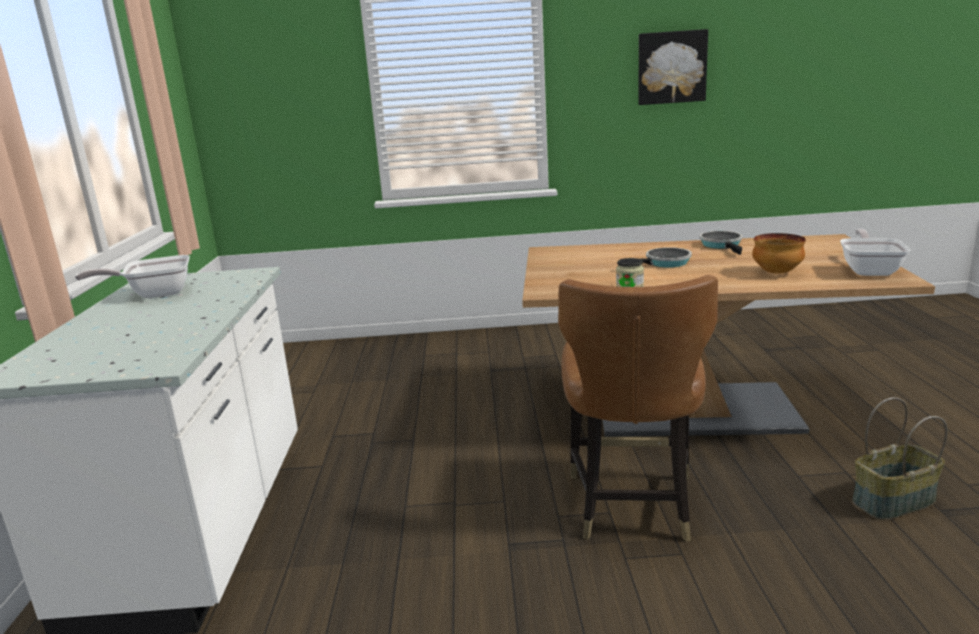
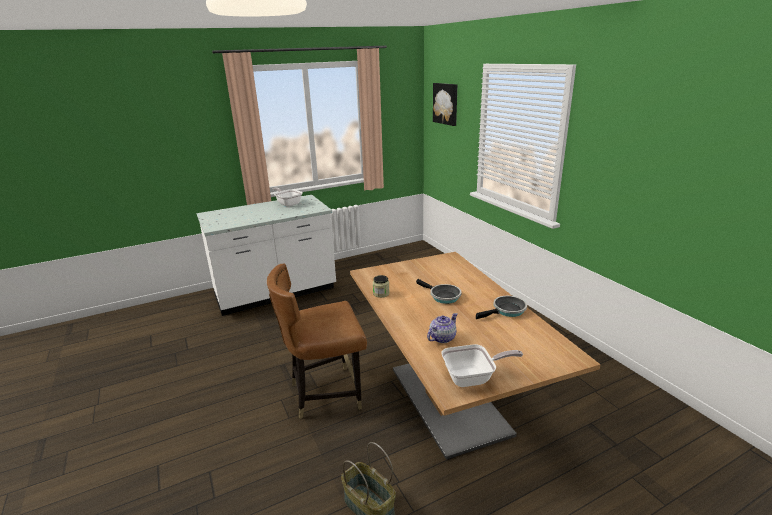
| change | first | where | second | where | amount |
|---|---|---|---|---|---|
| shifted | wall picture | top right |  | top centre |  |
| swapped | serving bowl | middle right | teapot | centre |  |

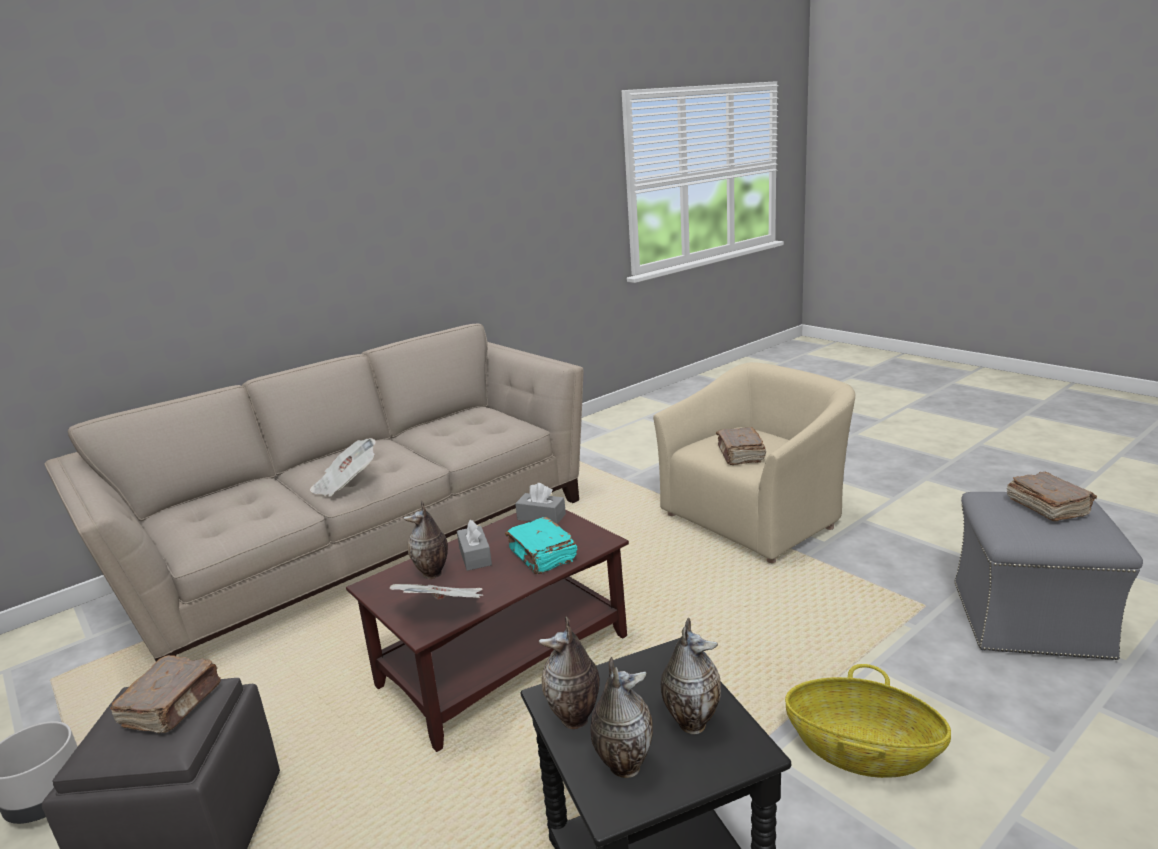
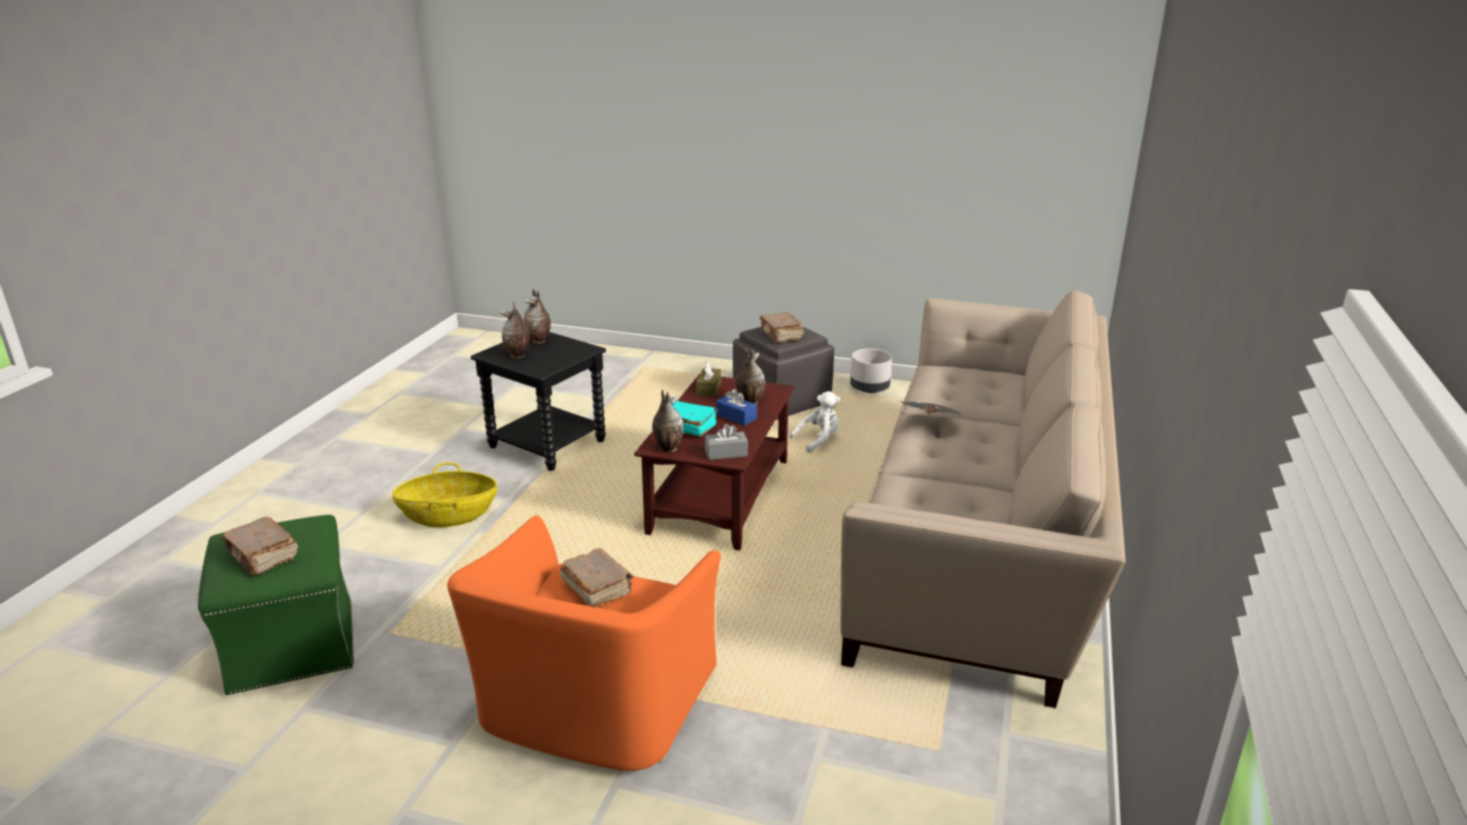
| change | first | where | second | where | amount |
|---|---|---|---|---|---|
| repainted | sand-coloured armchair | centre | orange armchair | bottom centre |  |
| repainted | greyish ottoman (no. 2 from left) | bottom right | green ottoman | bottom left |  |
| repainted | greyish tissue holder (no. 1 from left) | centre | blue-coloured tissue holder | centre |  |
| swapped | daily paper (no. 2 from left) | bottom centre | brown tissue holder | centre |  |
| shifted | flower vase (no. 2 from left in the first image) | bottom centre | flower vase (no. 3 from left) | centre |  |
| new |  |  | whitish soft toy | centre |  |

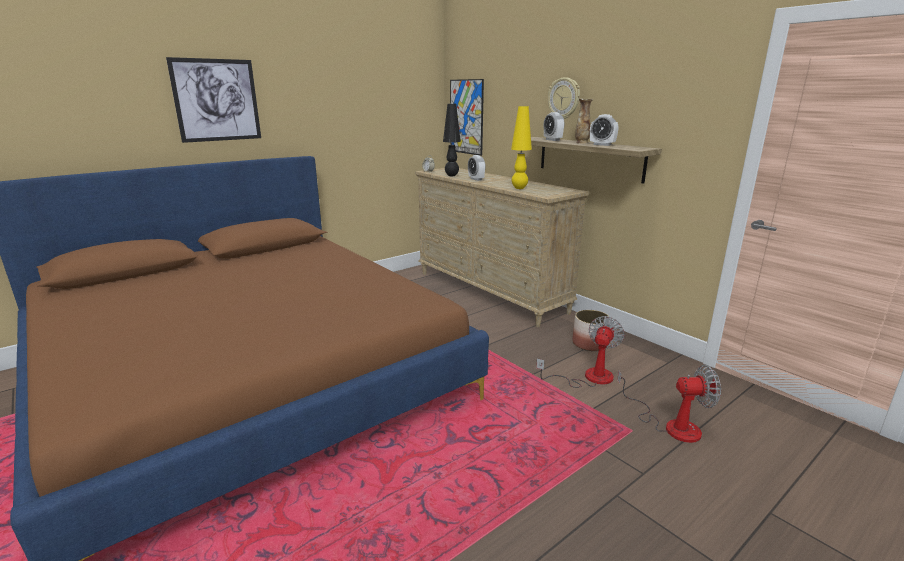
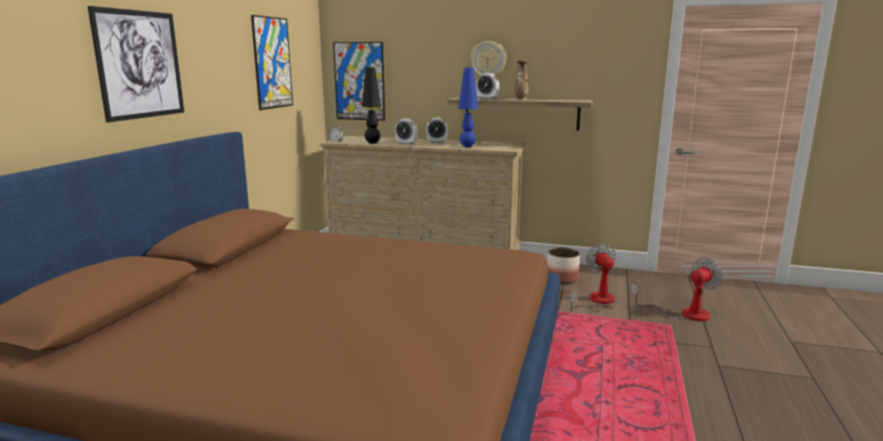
| change | first | where | second | where | amount |
|---|---|---|---|---|---|
| repainted | yellow-coloured table lamp | top centre | blue-coloured table lamp | top centre |  |
| shifted | bedside clock (no. 4 from left in the first image) | top right | bedside clock (no. 3 from left) | top centre |  |
| new |  |  | wall picture (no. 2 from left) | top left |  |

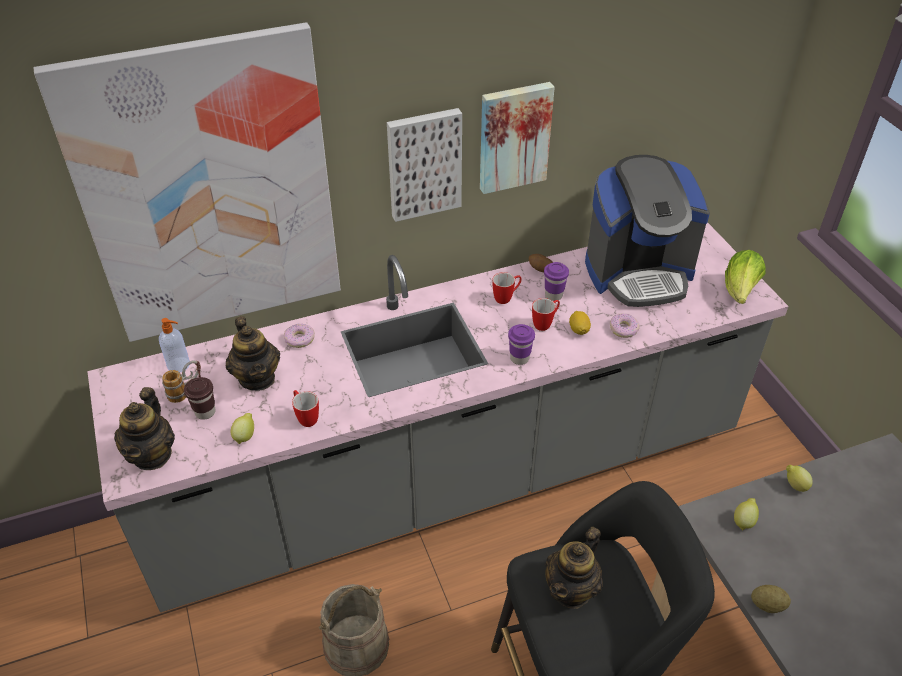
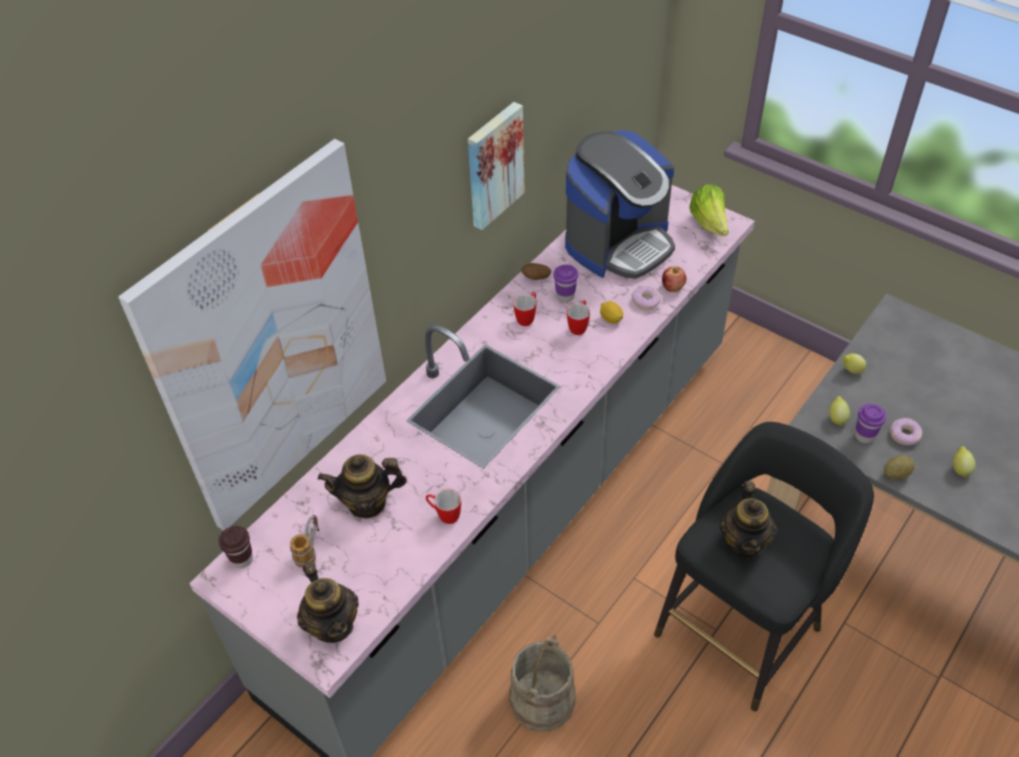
| change | first | where | second | where | amount |
|---|---|---|---|---|---|
| gone | wall picture (no. 2 from left) | top centre |  |  |  |
| rotated | teapot (no. 2 from left) | middle left |  | centre | 135 degrees clockwise |
| gone | soap dispenser | middle left |  |  |  |
| shifted | doughnut (no. 1 from left in the first image) | middle left | doughnut (no. 2 from left) | middle right |  |
| shifted | purple drinking cup (no. 1 from left in the first image) | centre | purple drinking cup (no. 2 from left) | middle right |  |
| shifted | brown drinking cup | middle left |  | bottom left |  |
| shifted | lemon (no. 1 from left in the first image) | middle left | lemon (no. 4 from left) | middle right |  |
| new |  |  | apple fruit | centre |  |

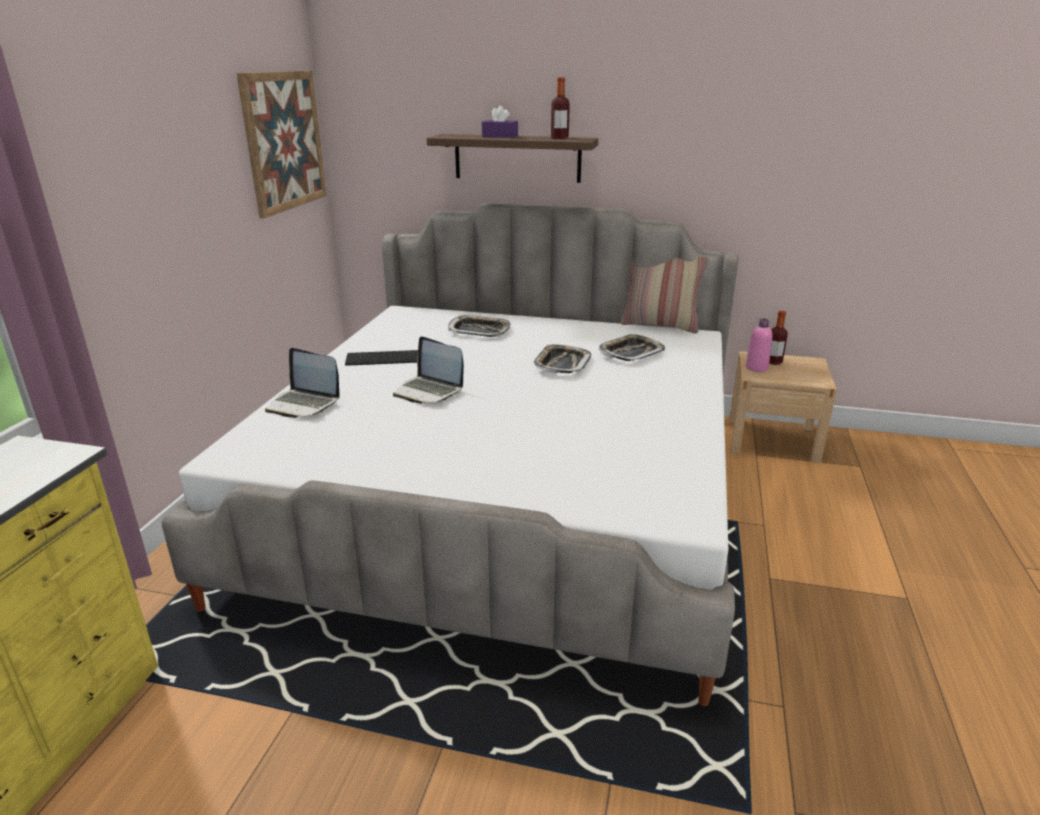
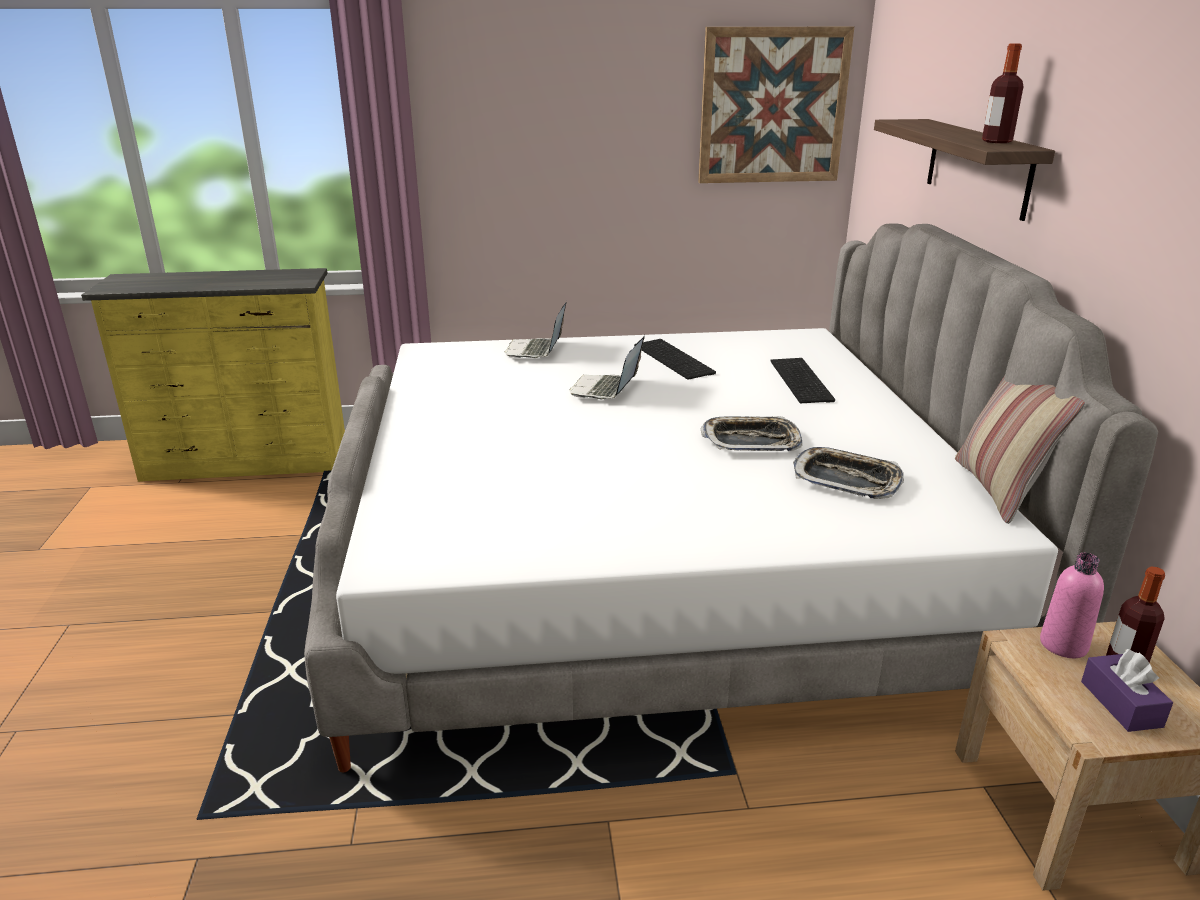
| change | first | where | second | where | amount |
|---|---|---|---|---|---|
| shifted | purple tissue holder | top centre |  | bottom right |  |
| swapped | tray (no. 1 from left) | centre | keyboard (no. 2 from left) | middle right |  |

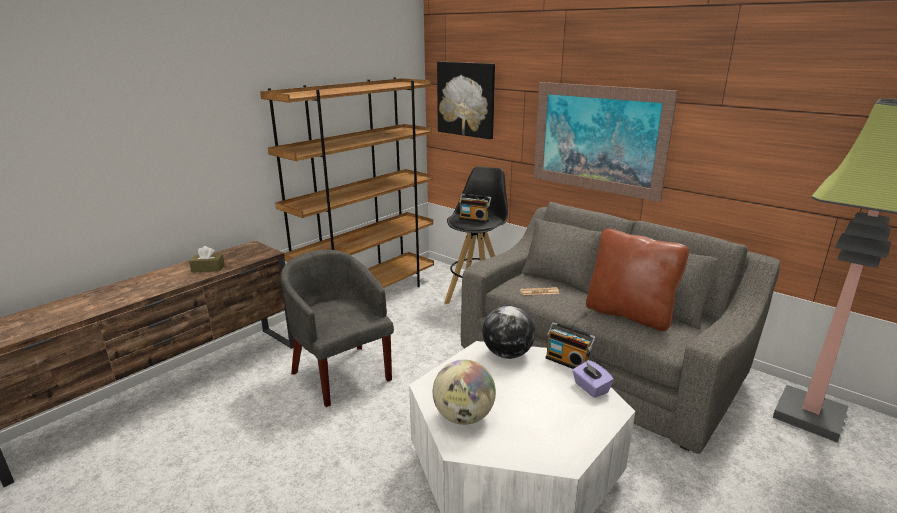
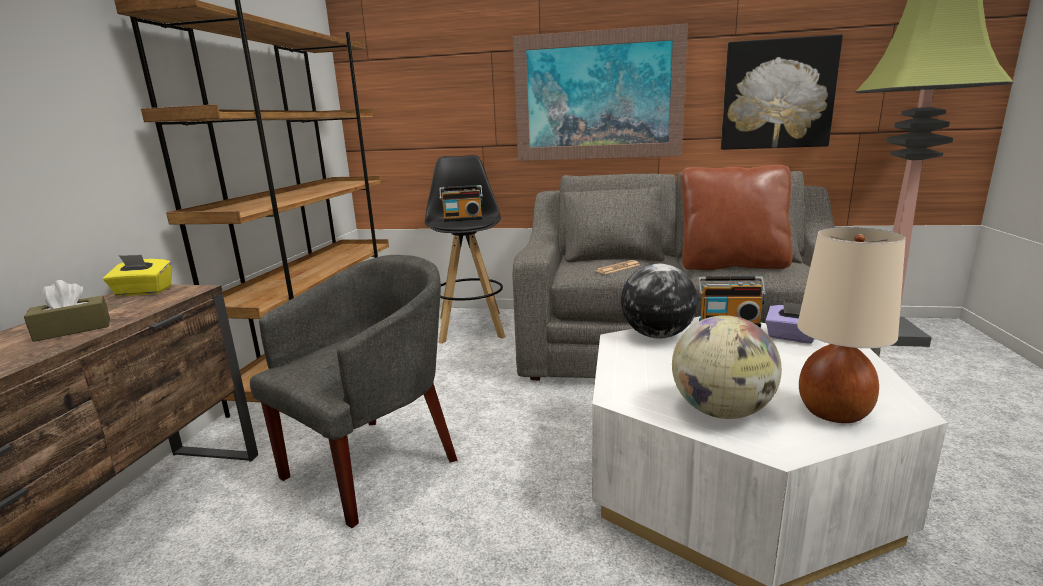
| change | first | where | second | where | amount |
|---|---|---|---|---|---|
| shifted | wall picture (no. 1 from left in the first image) | top centre | wall picture (no. 2 from left) | top right |  |
| rotated | greyish armchair | centre |  | bottom centre | 105 degrees clockwise |
| new |  |  | sand-coloured table lamp | middle right |  |
| new |  |  | yellow-coloured tissue holder | middle left |  |

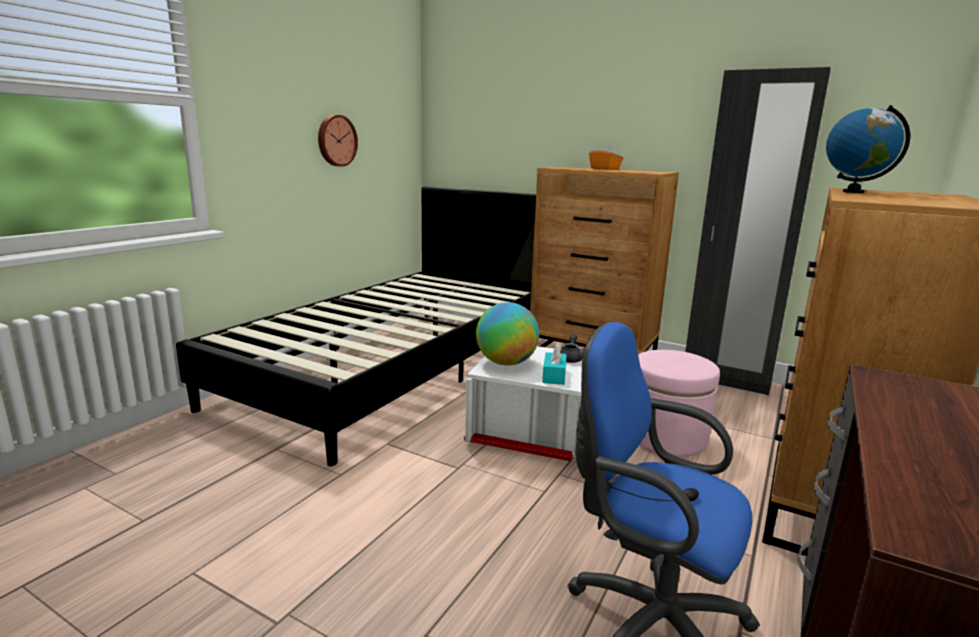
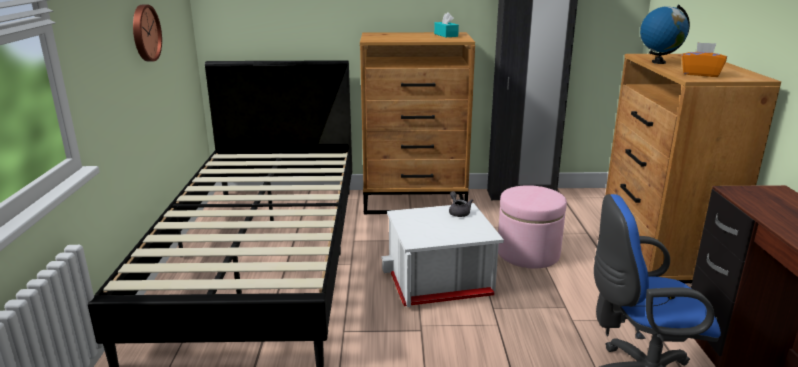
| change | first | where | second | where | amount |
|---|---|---|---|---|---|
| shifted | orange tissue holder | top centre |  | top right |  |
| gone | world globe (no. 1 from left) | centre |  |  |  |
| shifted | turquoise-coloured tissue holder | centre |  | top centre |  |

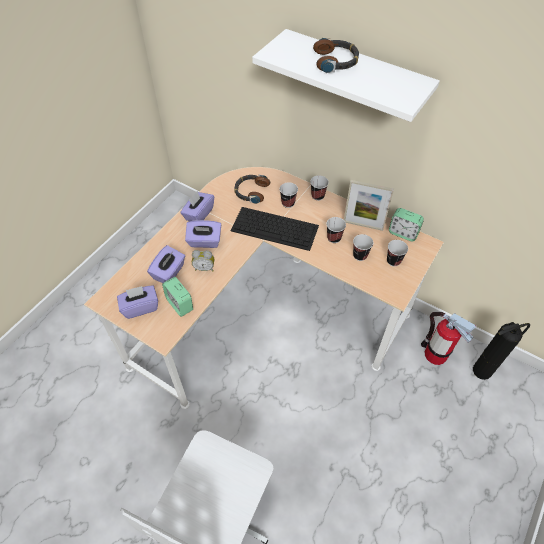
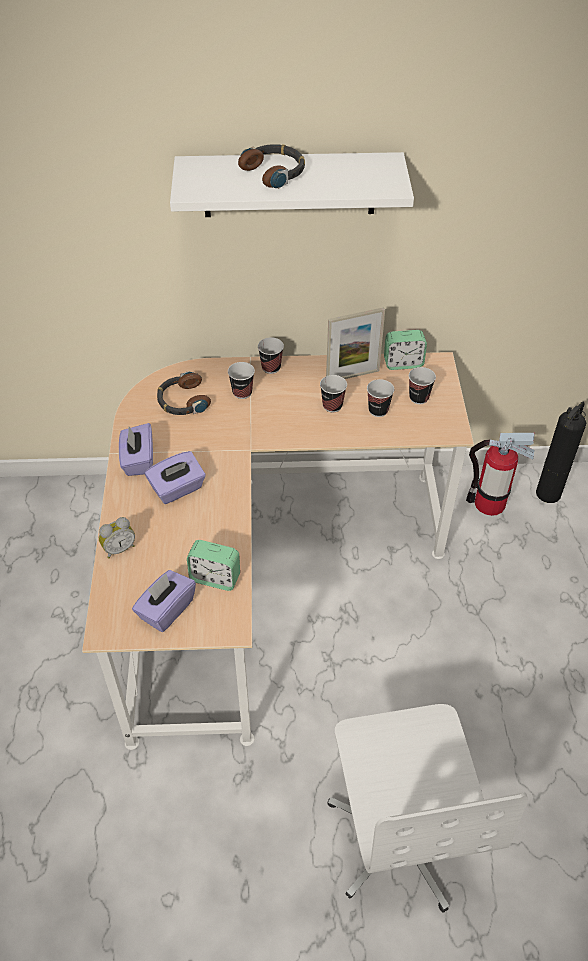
| change | first | where | second | where | amount |
|---|---|---|---|---|---|
| gone | keyboard | centre |  |  |  |
| gone | purple tissue holder (no. 2 from left) | middle left |  |  |  |
| shifted | bedside clock (no. 2 from left in the first image) | centre | bedside clock (no. 1 from left) | middle left |  |

